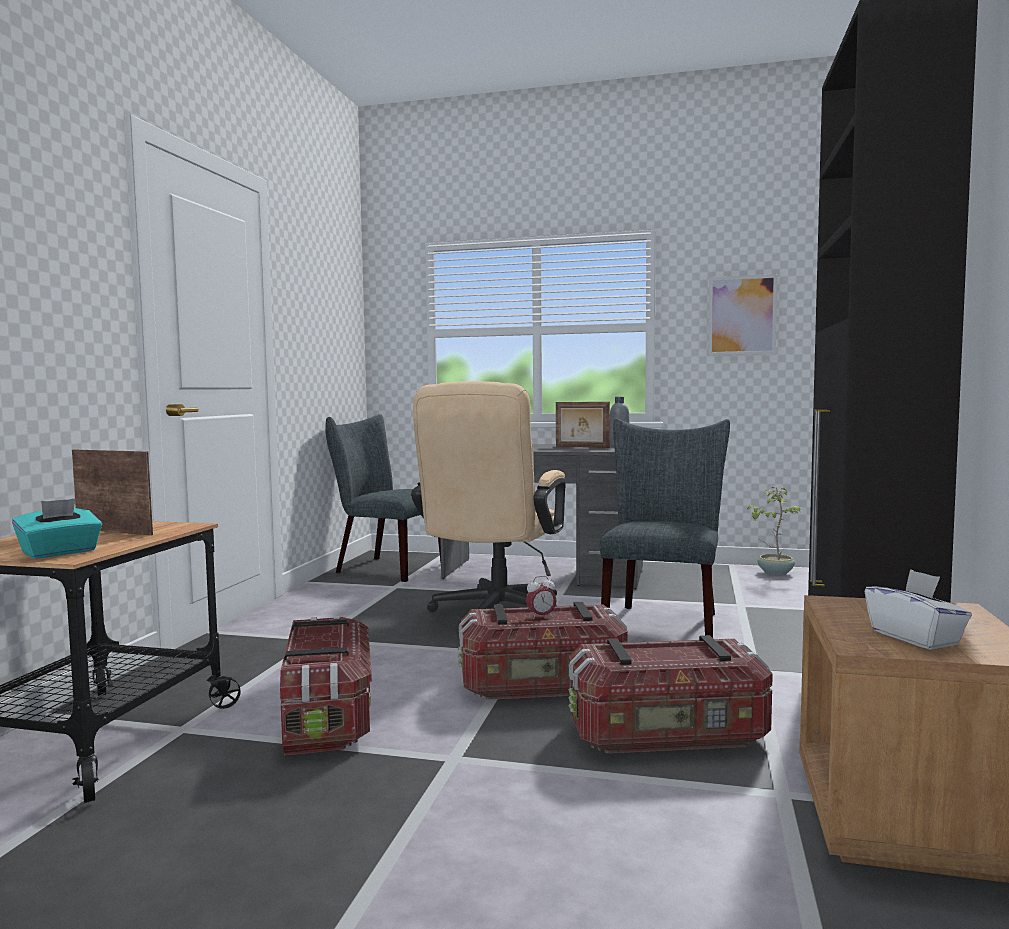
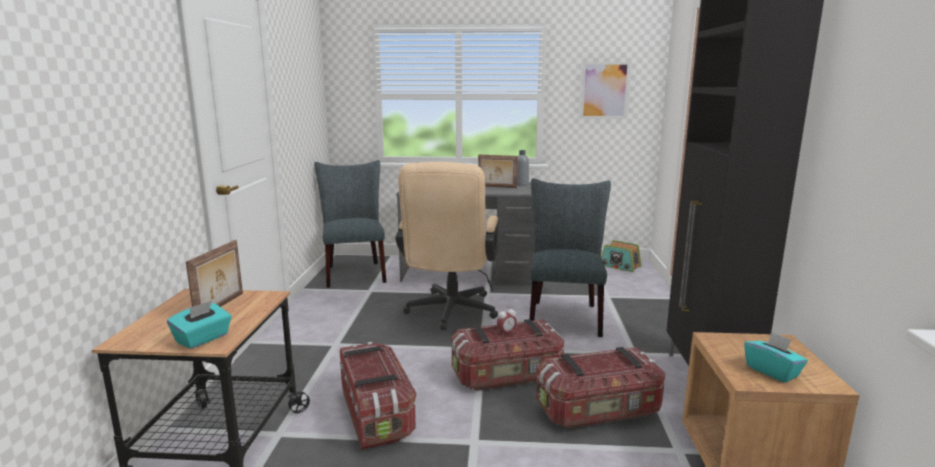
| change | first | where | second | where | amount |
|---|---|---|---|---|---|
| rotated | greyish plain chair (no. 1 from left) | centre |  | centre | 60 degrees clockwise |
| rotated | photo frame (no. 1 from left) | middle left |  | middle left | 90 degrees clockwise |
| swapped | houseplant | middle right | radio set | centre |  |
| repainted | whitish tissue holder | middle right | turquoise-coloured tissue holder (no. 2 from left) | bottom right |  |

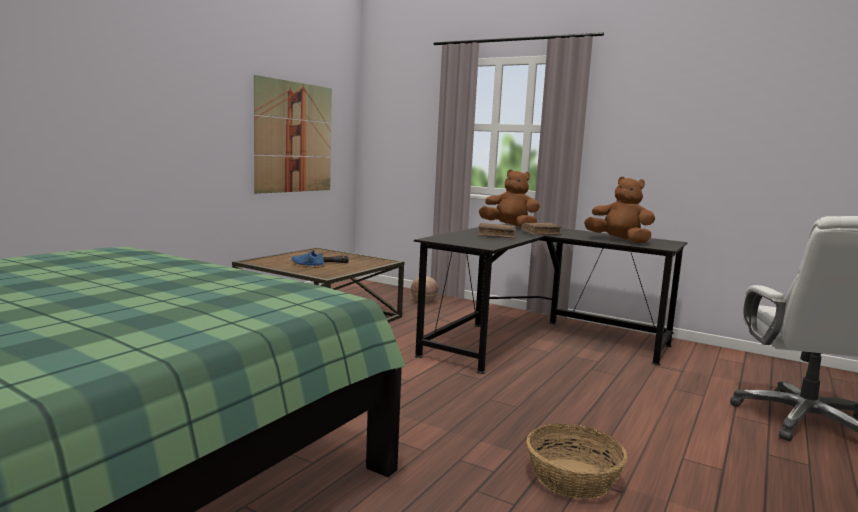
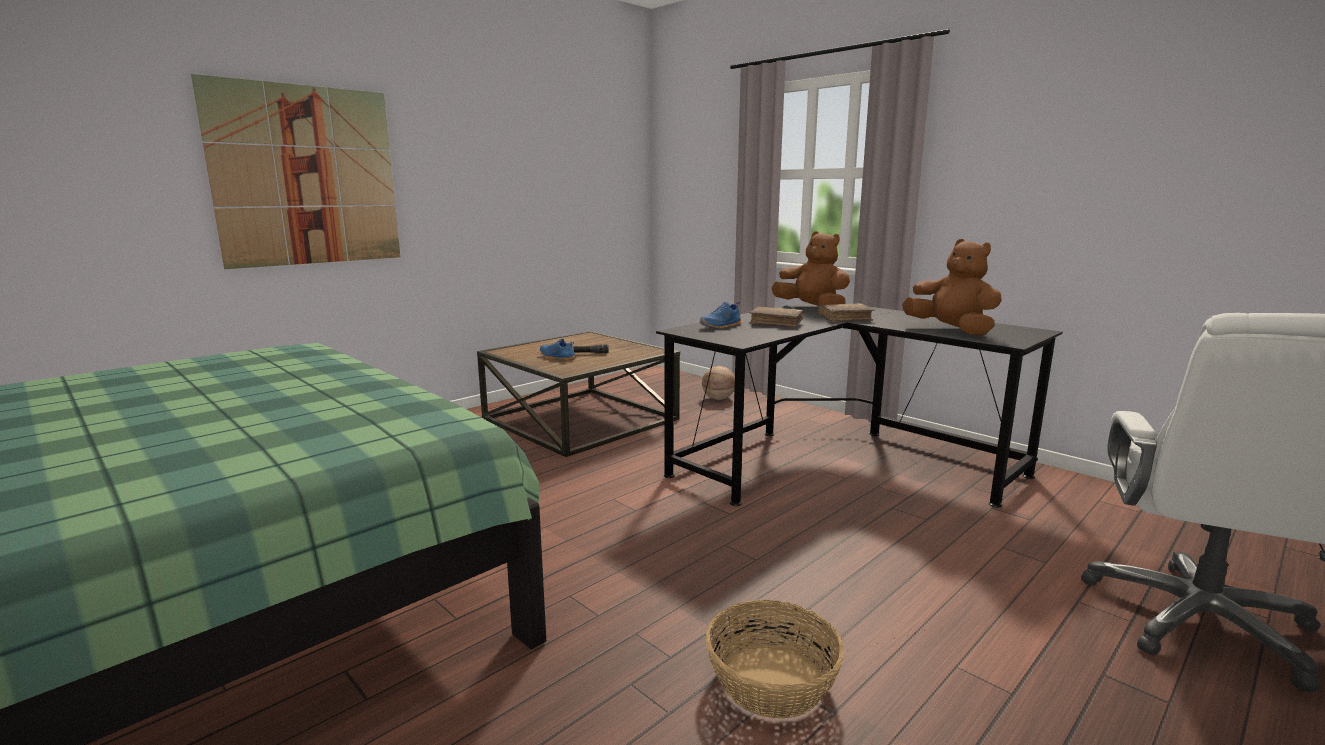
| change | first | where | second | where | amount |
|---|---|---|---|---|---|
| shifted | wall picture | top centre |  | top left |  |
| new |  |  | blue-coloured item of footwear (no. 2 from left) | centre |  |

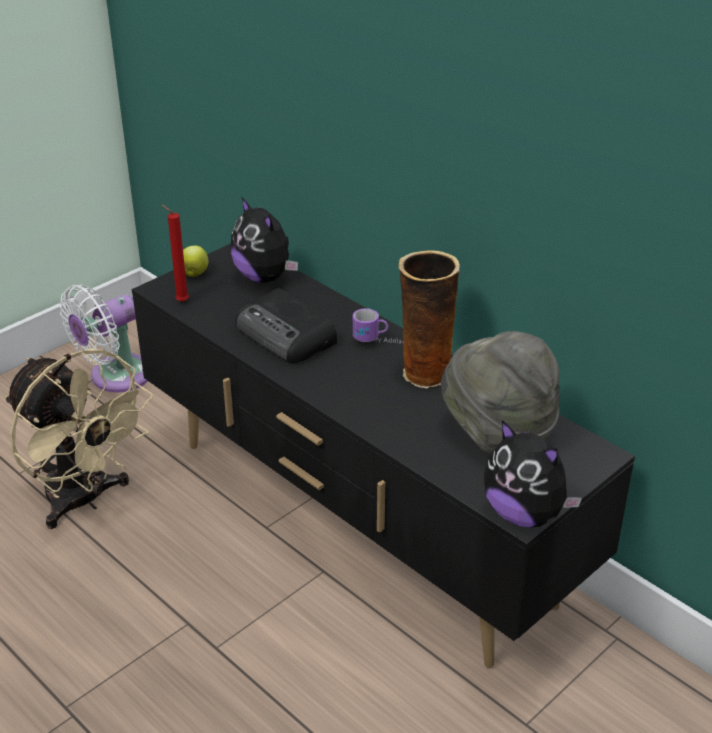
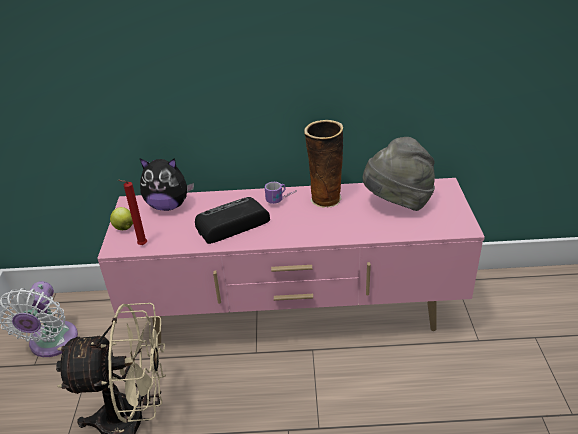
| change | first | where | second | where | amount |
|---|---|---|---|---|---|
| repainted | blackish tv stand | centre | pinkish tv stand | centre |  |
| rotated | radio set | centre |  | centre | 150 degrees clockwise |
| gone | soft toy (no. 2 from left) | middle right |  |  |  |

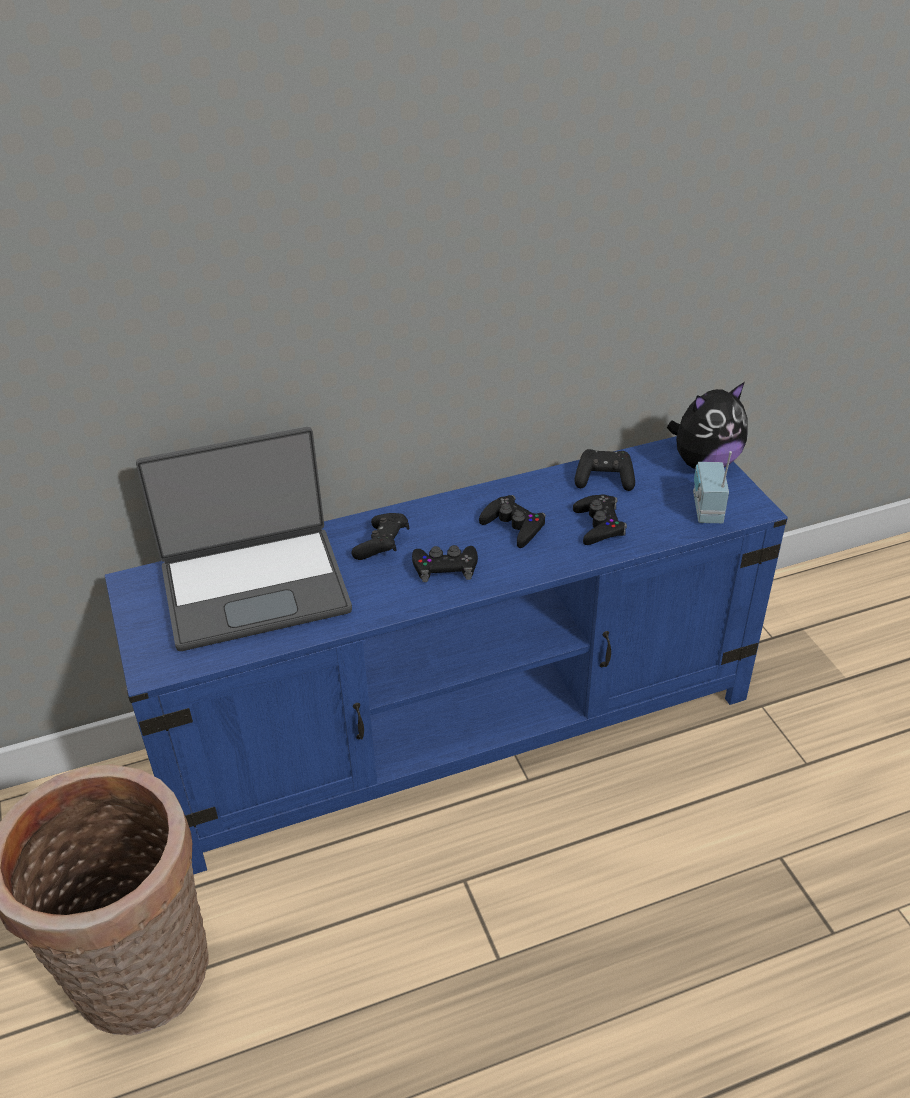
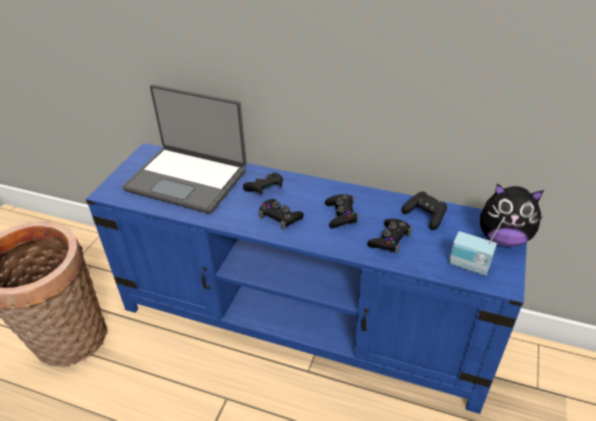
| change | first | where | second | where | amount |
|---|---|---|---|---|---|
| rotated | radio set | middle right |  | middle right | 105 degrees counterclockwise |

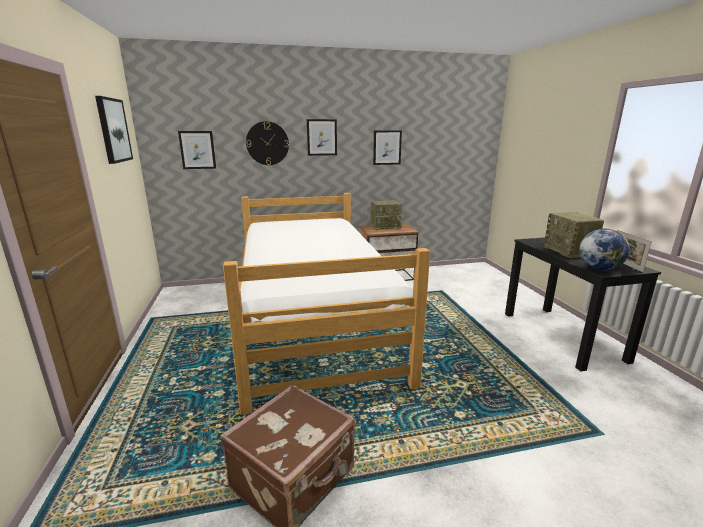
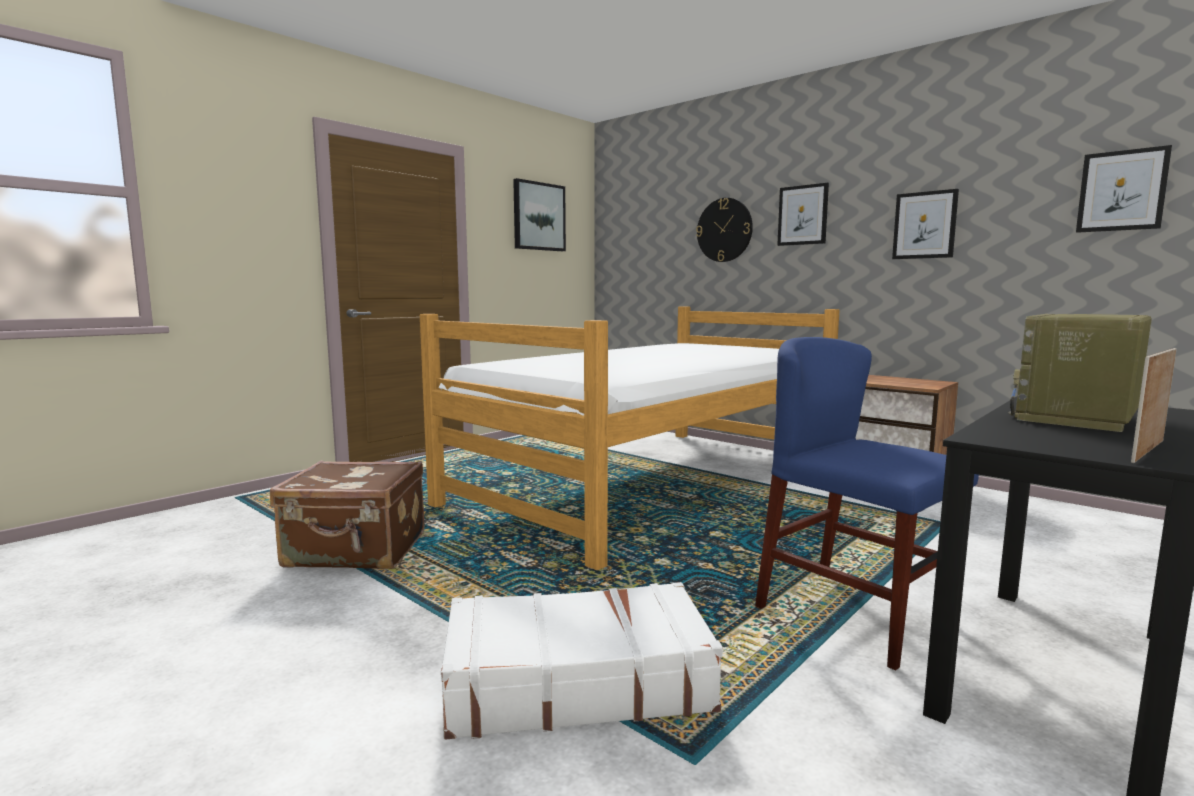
| change | first | where | second | where | amount |
|---|---|---|---|---|---|
| shifted | wall picture (no. 2 from left in the first image) | top left | wall picture (no. 4 from left) | top right |  |
| gone | radio set (no. 1 from left) | centre |  |  |  |
| gone | world globe | middle right |  |  |  |
| new |  |  | blue-coloured plain chair | middle right |  |
| new |  |  | whitish suitcase | bottom centre |  |

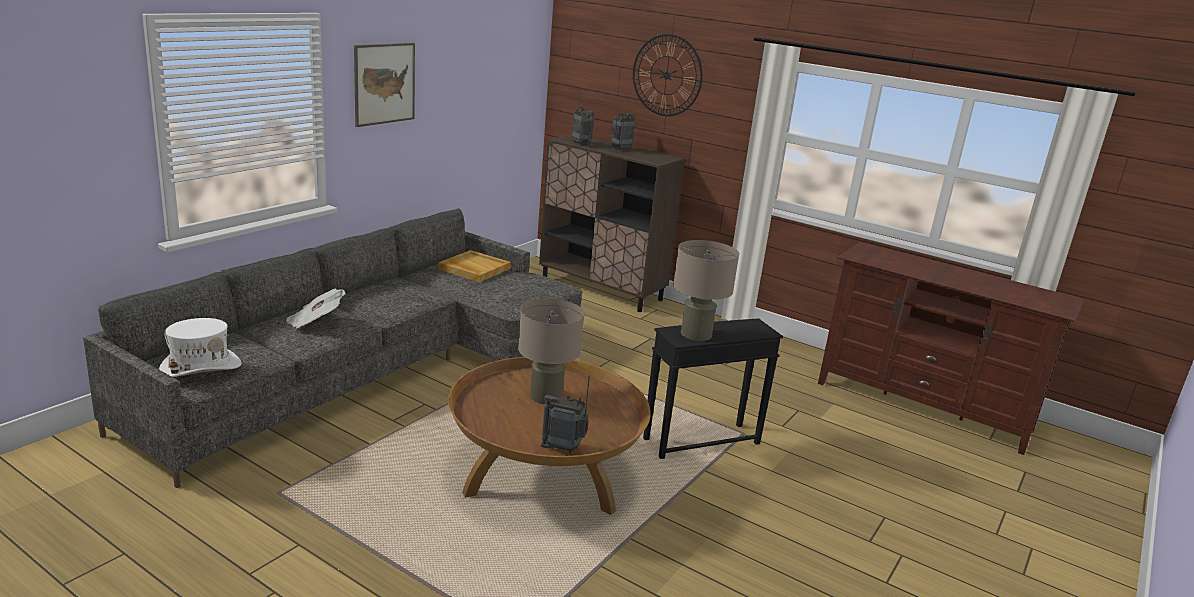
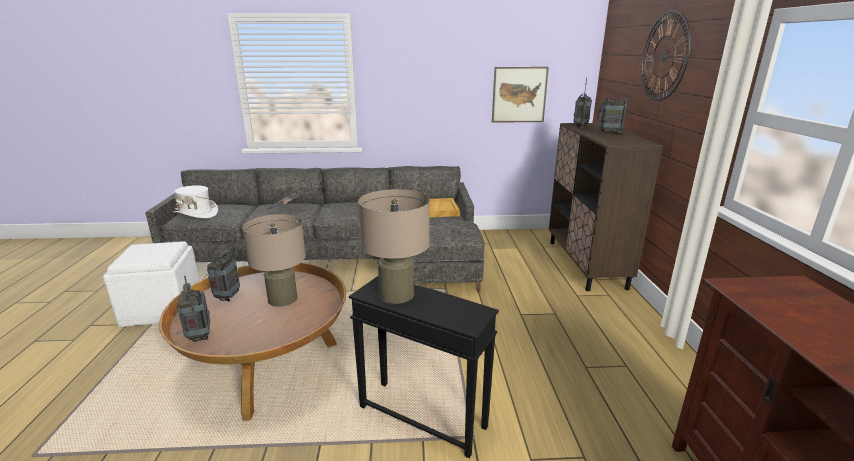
| change | first | where | second | where | amount |
|---|---|---|---|---|---|
| shifted | wall picture | top left |  | top centre |  |
| new |  |  | whitish ottoman | middle left |  |
| new |  |  | radio set (no. 2 from left) | middle left |  |

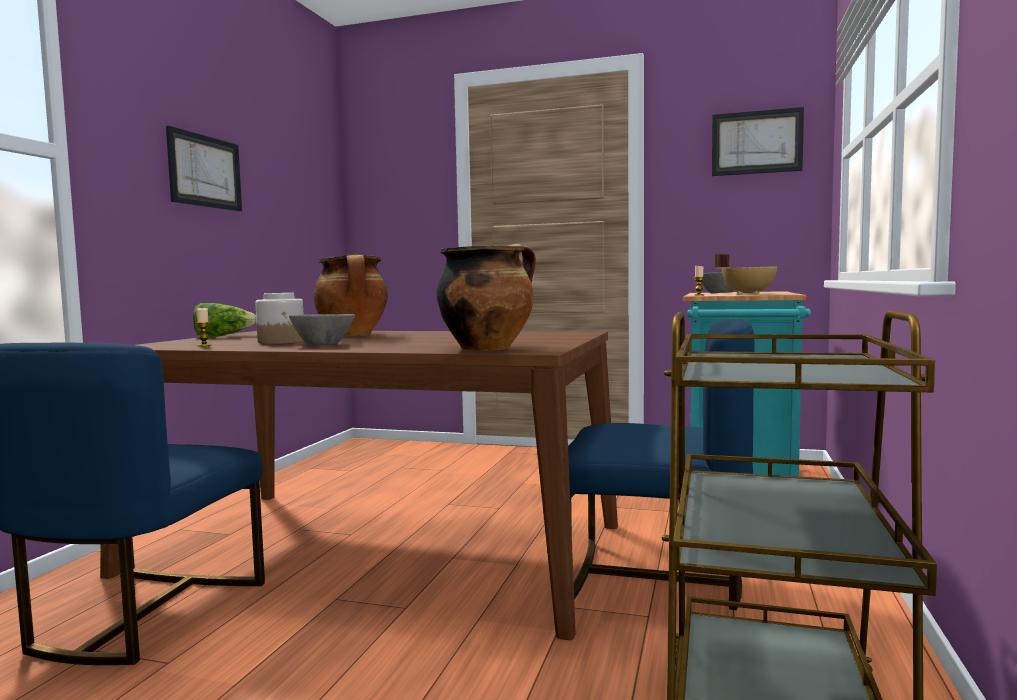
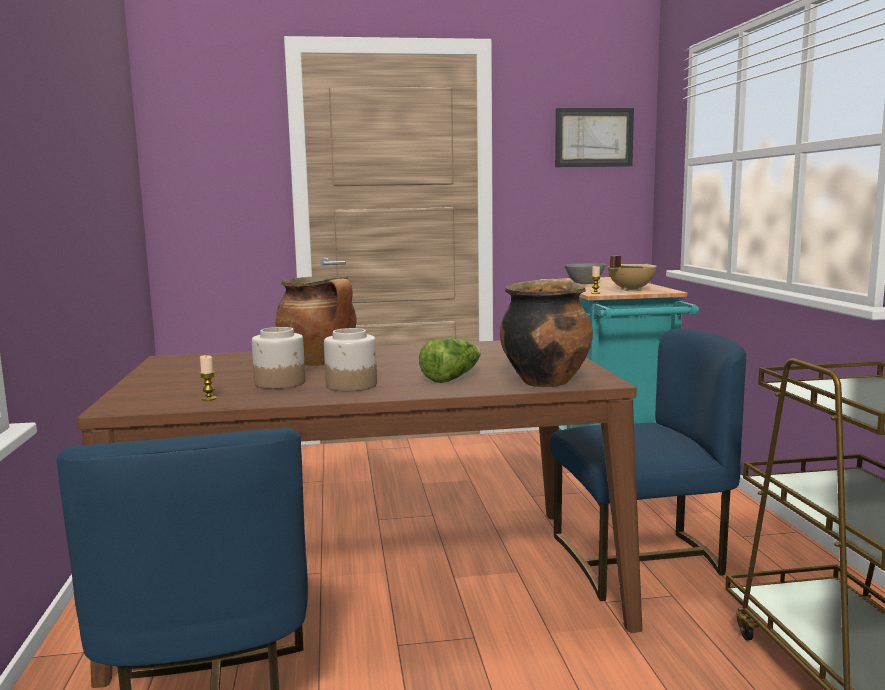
| change | first | where | second | where | amount |
|---|---|---|---|---|---|
| gone | wall picture (no. 1 from left) | top left |  |  |  |
| shifted | lettuce head | middle left |  | centre |  |
| swapped | greyish serving bowl (no. 1 from left) | middle left | jar (no. 2 from left) | centre |  |

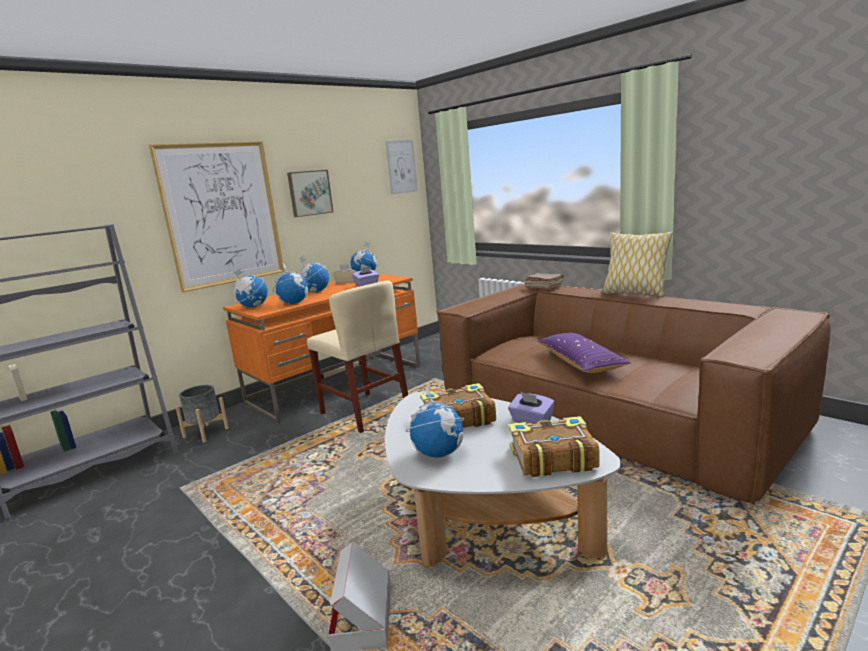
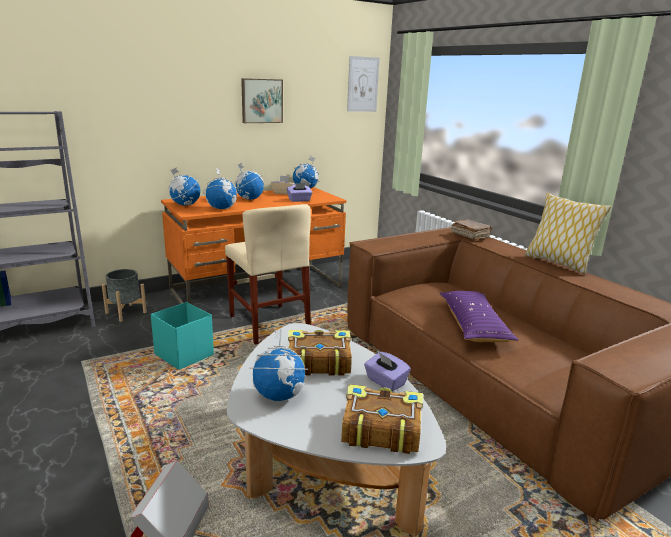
| change | first | where | second | where | amount |
|---|---|---|---|---|---|
| gone | wall picture (no. 1 from left) | top left |  |  |  |
| new |  |  | turquoise-coloured storage box | middle left |  |

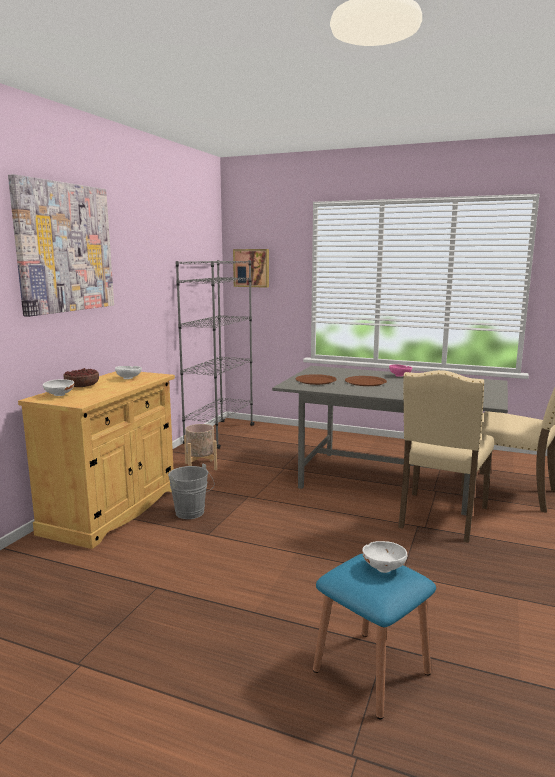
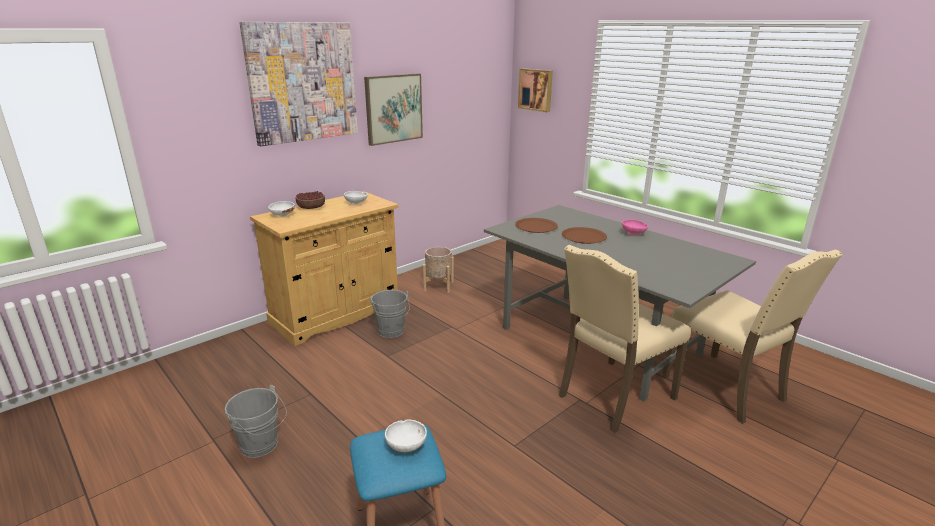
| change | first | where | second | where | amount |
|---|---|---|---|---|---|
| gone | greyish shelving unit | centre |  |  |  |
| new |  |  | wall picture (no. 2 from left) | top centre |  |
| new |  |  | greyish pail (no. 1 from left) | bottom left |  |

